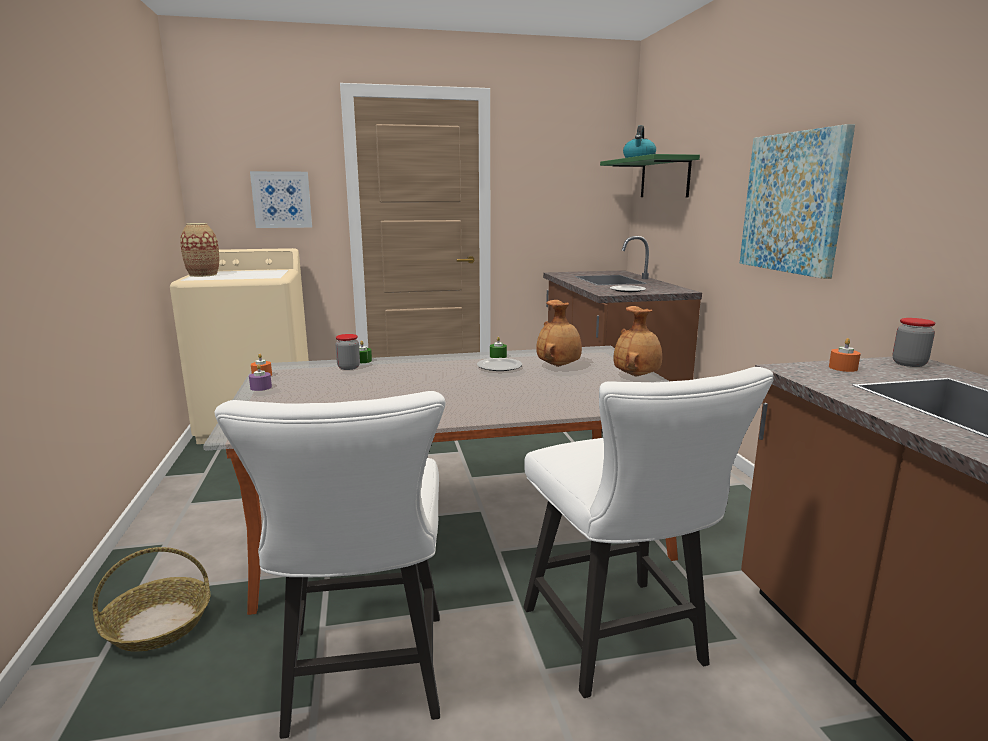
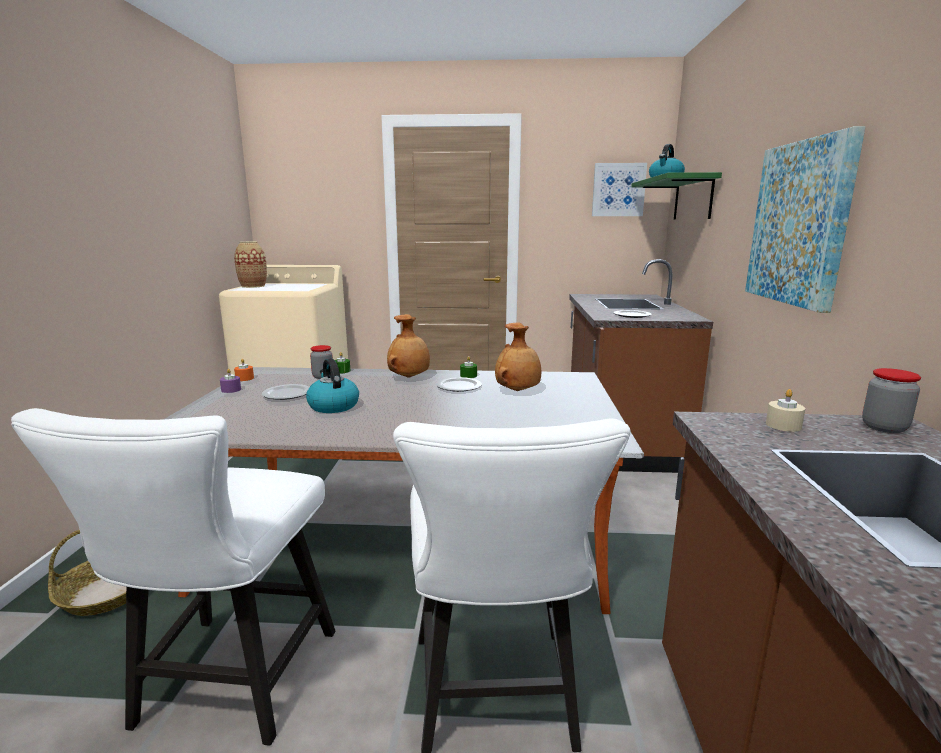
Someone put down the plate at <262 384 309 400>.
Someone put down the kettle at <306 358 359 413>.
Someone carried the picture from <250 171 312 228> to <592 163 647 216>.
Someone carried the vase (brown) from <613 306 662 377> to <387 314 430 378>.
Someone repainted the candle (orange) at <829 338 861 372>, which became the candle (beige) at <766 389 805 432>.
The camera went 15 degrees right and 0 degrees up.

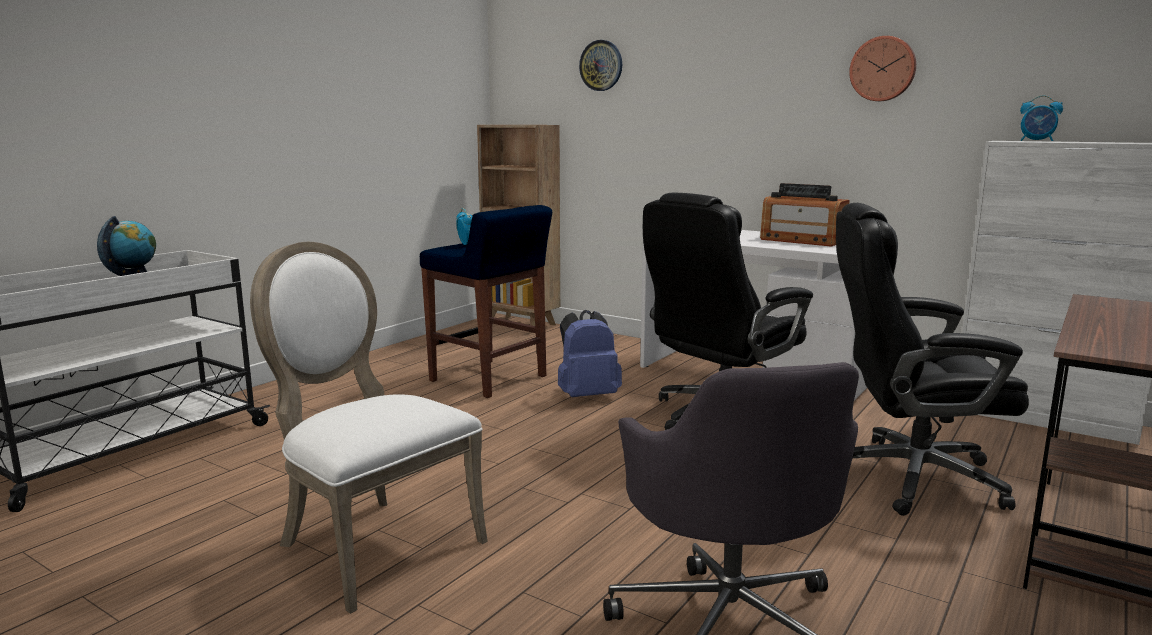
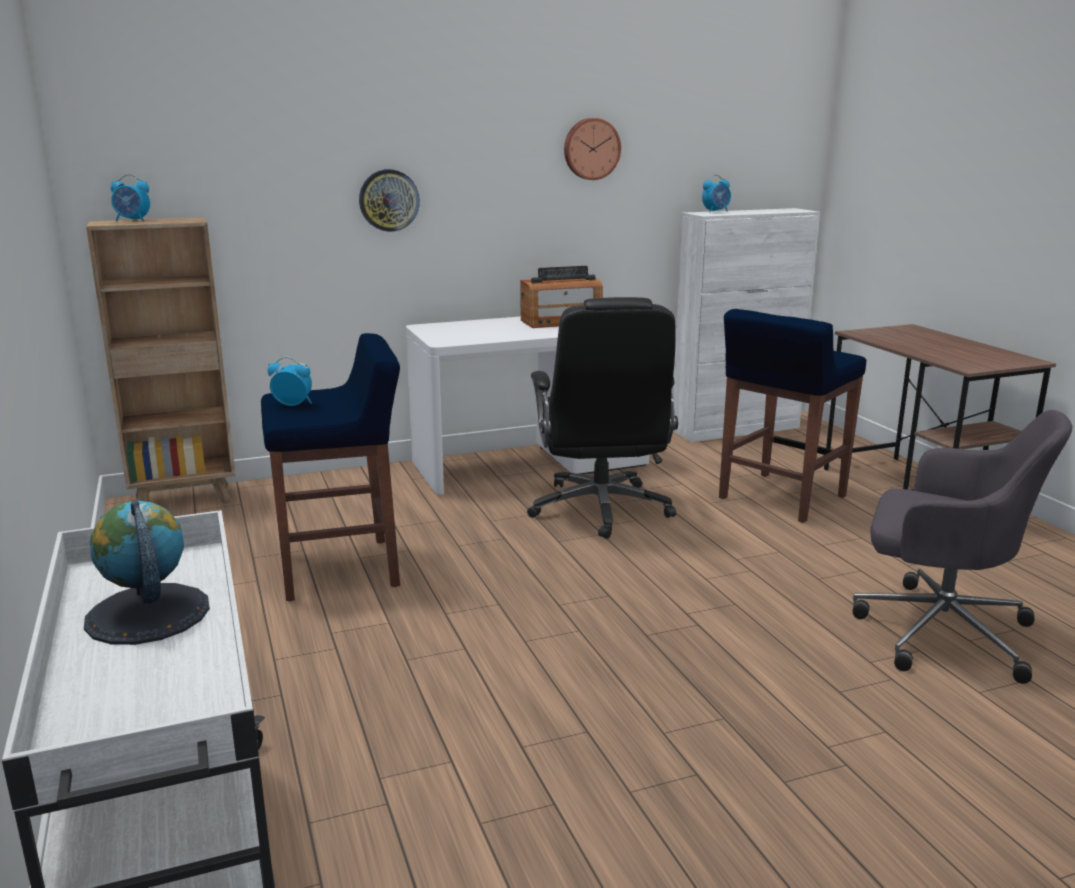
Someone took away the chair (white) at <250 242 488 614>.
Someone took away the backpack (blue) at <558 310 622 397>.
Someone put down the alarm clock at <111 174 150 221>.
Someone carried the wall clock from <579 40 622 91> to <359 169 420 232>.
Someone swapped the office chair (black) at <836 203 1029 516> for the stool (blue) at <719 309 866 523>.
The camera went 55 degrees left and 5 degrees up.

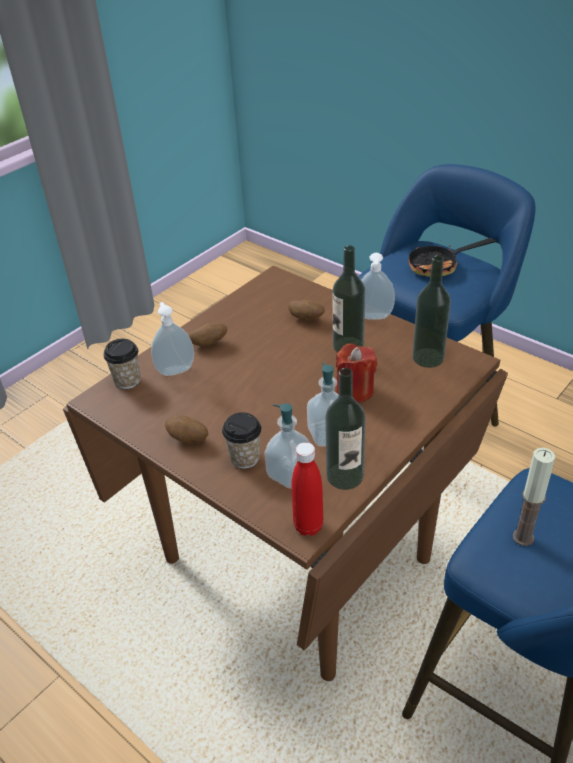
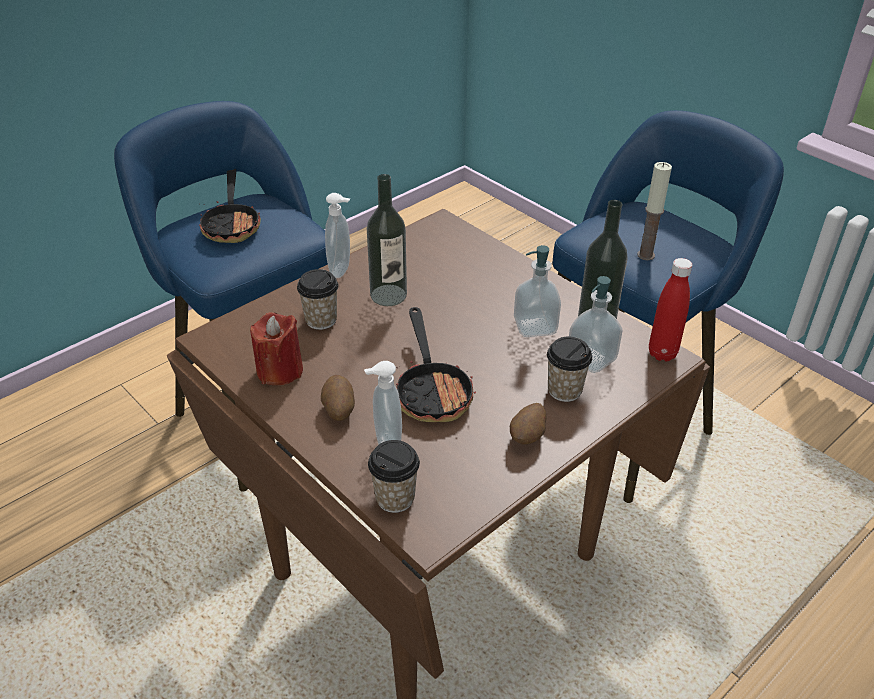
Someone took away the bottle at <412 255 451 368>.
Someone put down the frying pan at <396 307 476 422>.
Someone carried the candle (red) from <336 343 377 403> to <250 312 303 385>.
Someone swapped the potato at <288 300 325 320> for the cup at <297 269 338 330>.
The camera went 85 degrees left and 0 degrees up.

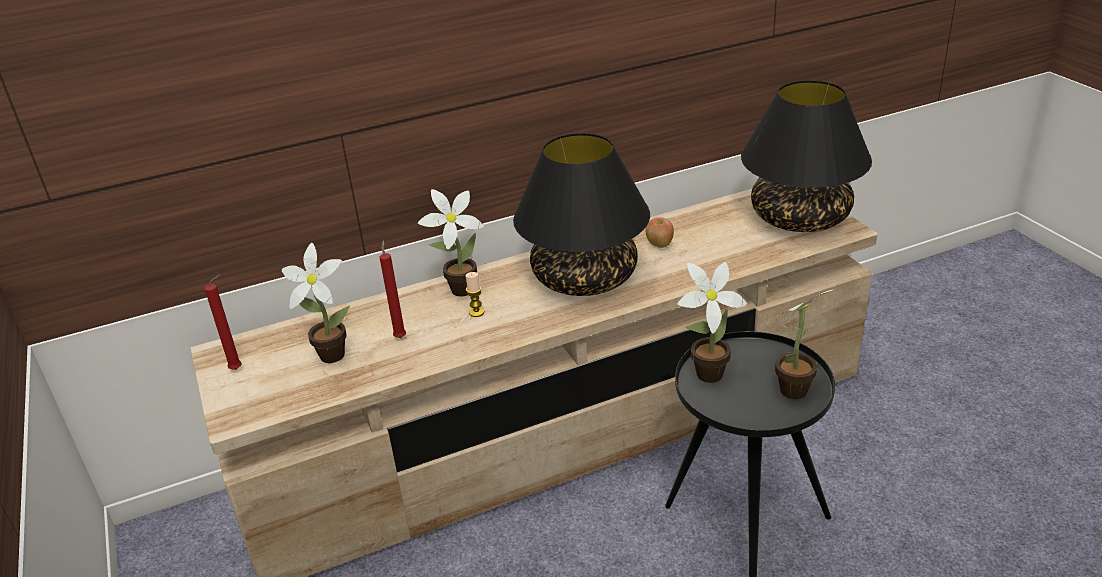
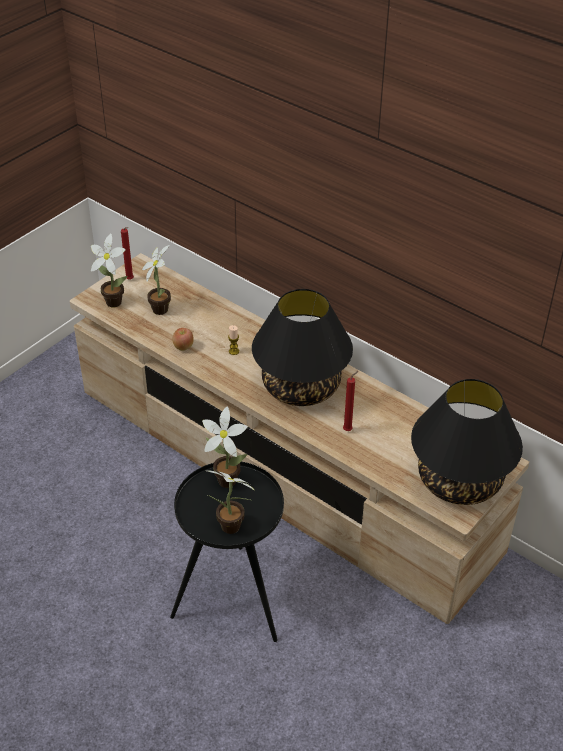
Someone carried the candle (red) from <379 240 406 338> to <343 371 358 431>.
Someone carried the potted plant from <418 189 484 297> to <91 234 128 307>.
Someone carried the apple from <646 217 674 248> to <173 328 194 351>.
The camera went 60 degrees right and 10 degrees up.

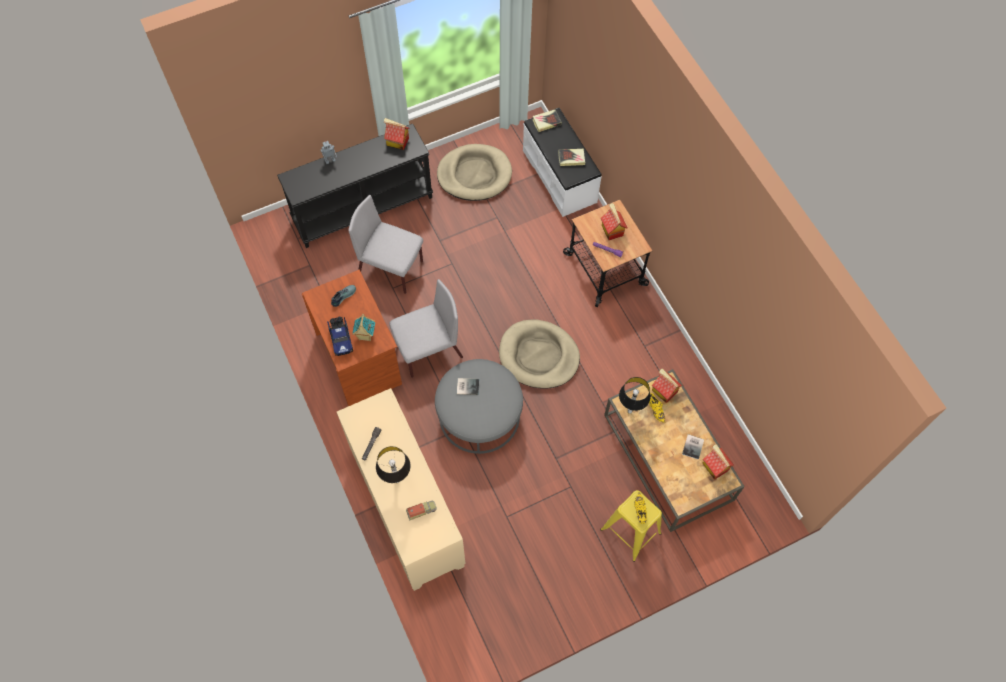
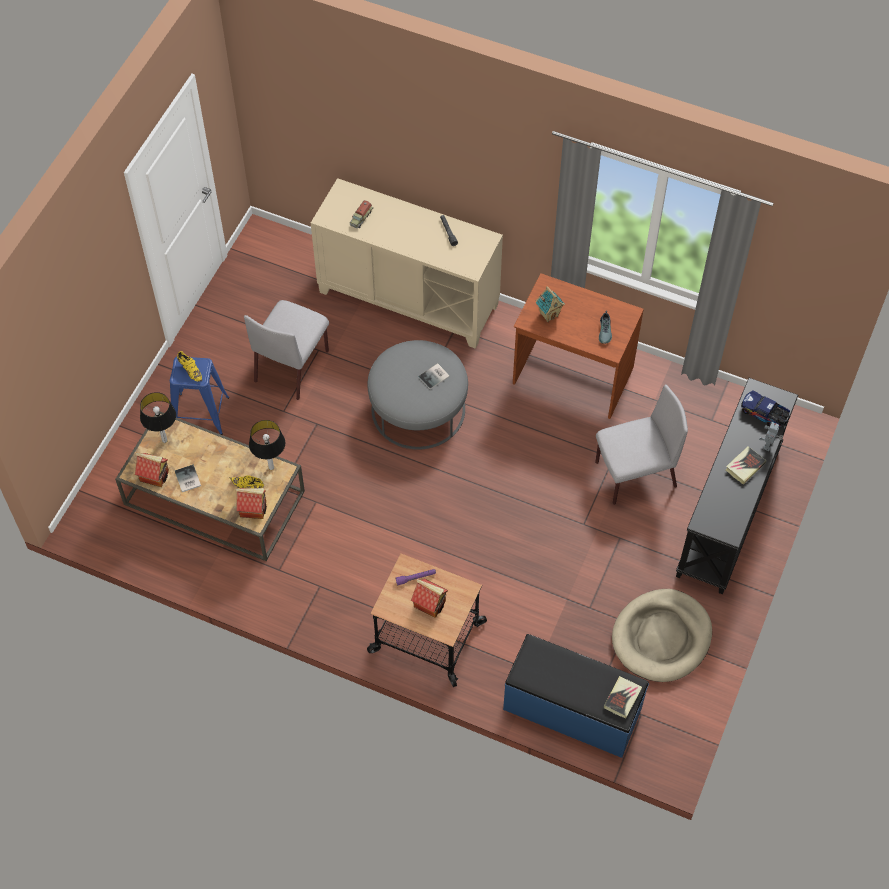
Someone took away the toy house at <384 118 409 150>.
Someone took away the dog bed (beige) at <499 319 580 389>.
Someone carried the toy truck from <327 317 353 356> to <741 390 790 427>.
Someone carried the table lamp from <376 446 411 483> to <140 392 176 443>.
Someone carried the chair (grey) from <389 279 463 378> to <244 300 329 400>.
Someone carried the book from <558 149 585 166> to <726 446 766 485>.
Someone repainted the bench (white) at <523 108 602 217>, which became the bench (blue) at <503 634 649 758>.
Someone repainted the stool (yellow) at <600 490 662 562>, which became the stool (blue) at <170 357 229 435>.
The camera went 140 degrees right and 5 degrees down.

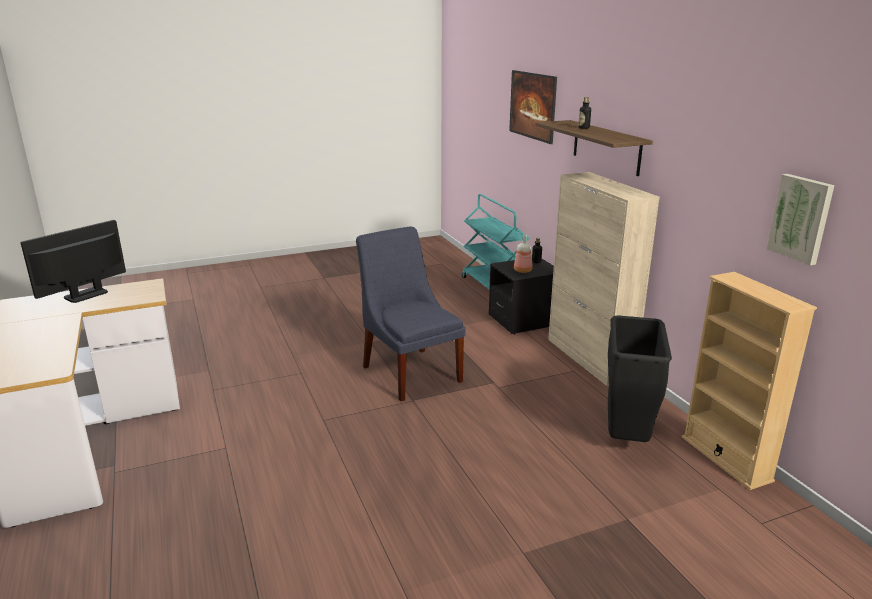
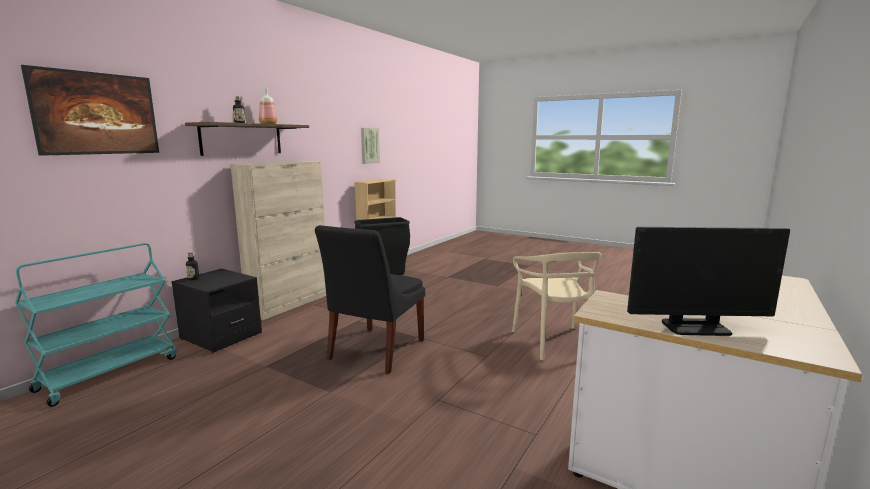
Someone put down the chair (beige) at <512 252 601 360>.
Someone carried the bottle from <514 234 533 273> to <259 87 277 124>.
Someone repainted the chair (blue) at <356 226 465 401>, which became the chair (black) at <315 225 425 374>.
The camera went 125 degrees left and 10 degrees down.

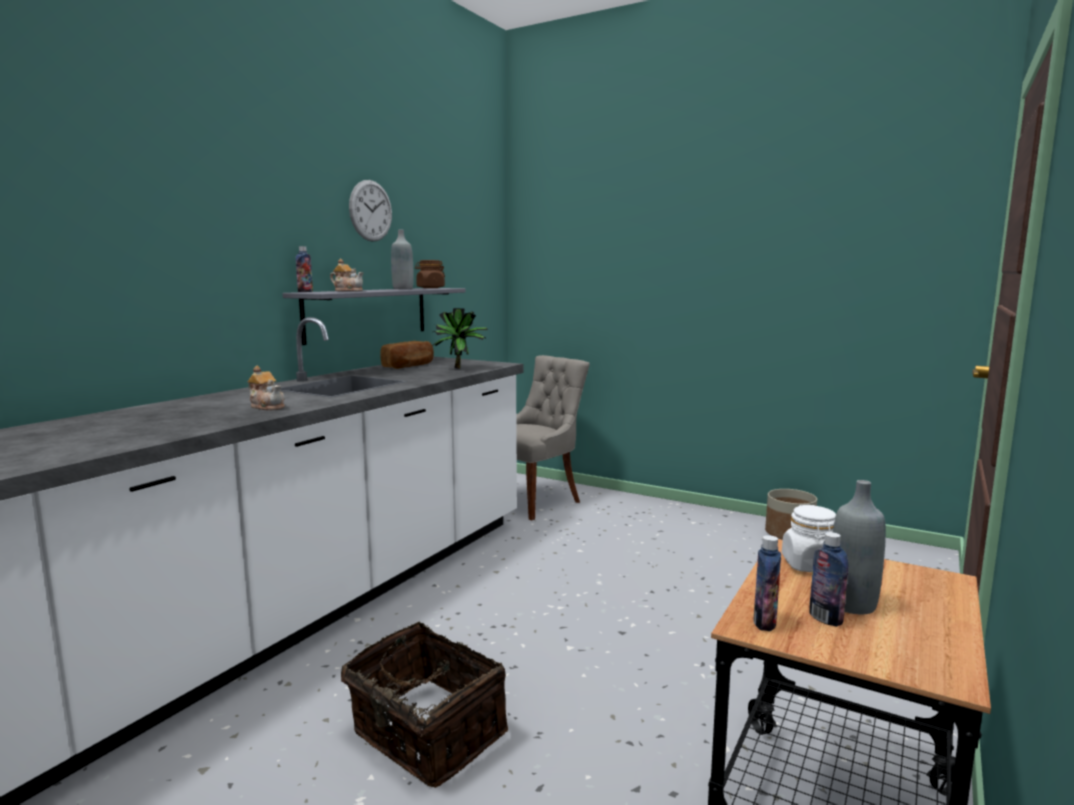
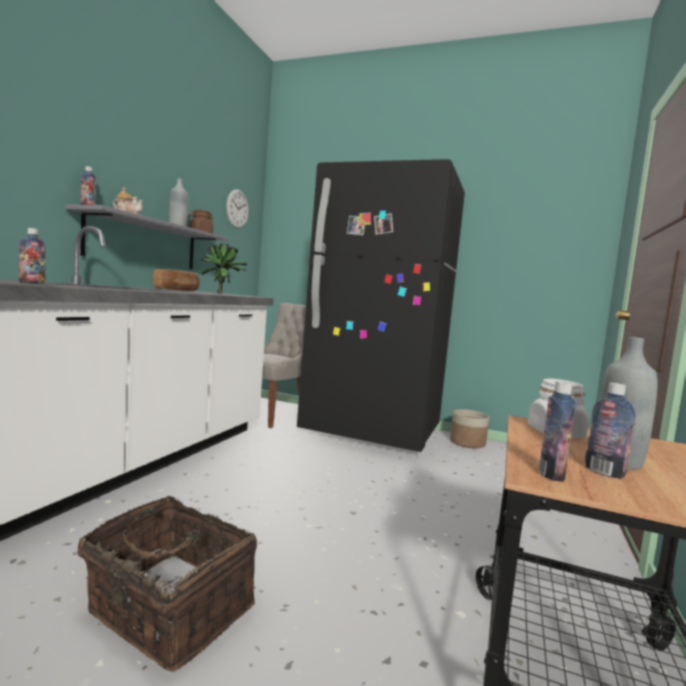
Someone put down the fridge (black) at <297 159 465 452>.
Someone carried the wall clock from <349 180 392 242> to <226 189 249 229>.
Someone swapped the teapot at <247 366 285 410> for the bottle at <18 228 46 284>.
The camera went 10 degrees left and 5 degrees down.

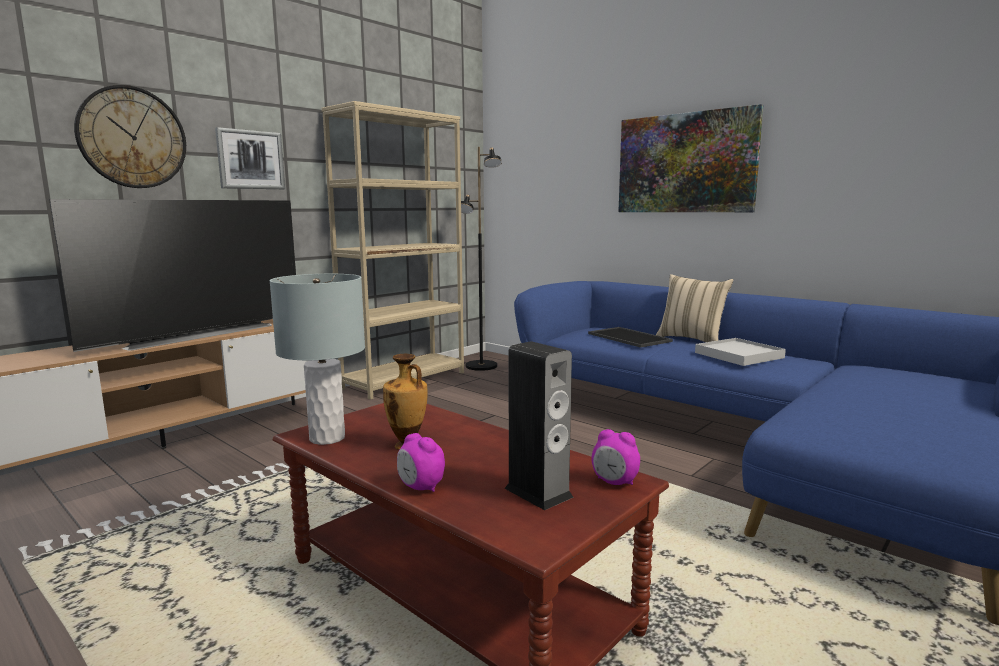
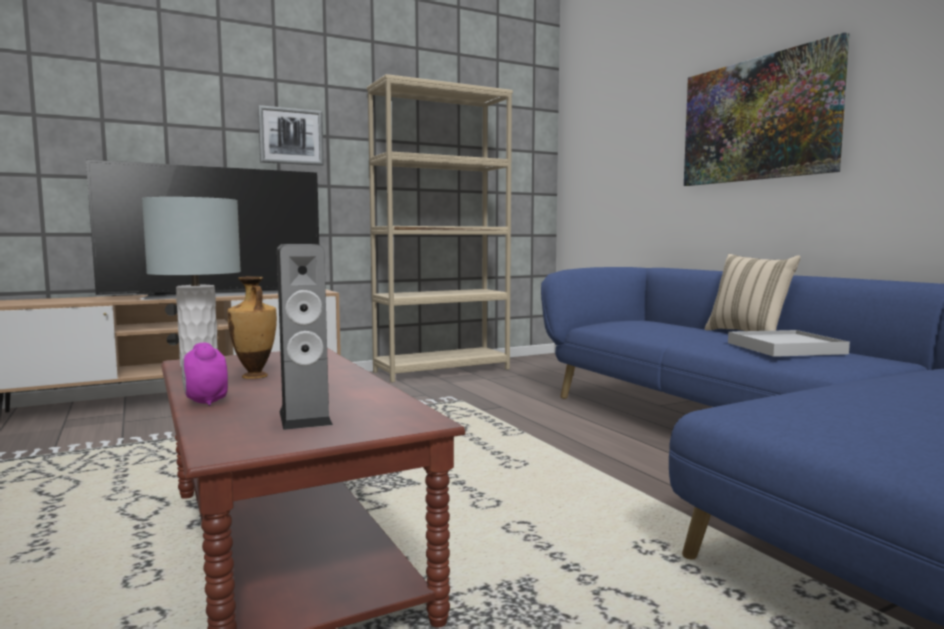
Someone took away the wall clock at <74 85 186 188>.
Someone took away the floor lamp (black) at <461 147 502 371>.
Someone took away the tray at <588 327 673 348>.
Someone took away the alarm clock at <591 429 640 485>.
The camera went 20 degrees right and 5 degrees down.

